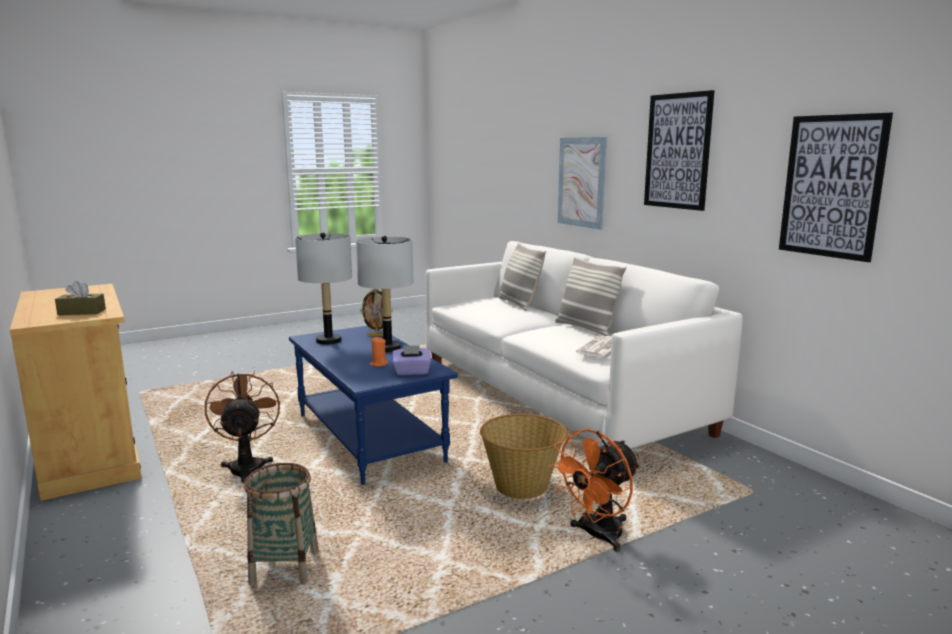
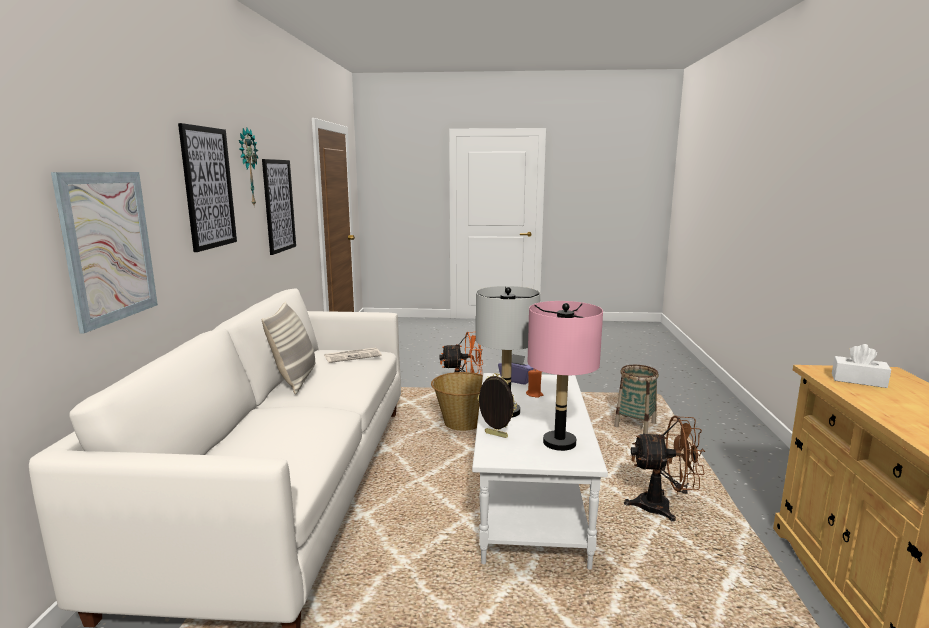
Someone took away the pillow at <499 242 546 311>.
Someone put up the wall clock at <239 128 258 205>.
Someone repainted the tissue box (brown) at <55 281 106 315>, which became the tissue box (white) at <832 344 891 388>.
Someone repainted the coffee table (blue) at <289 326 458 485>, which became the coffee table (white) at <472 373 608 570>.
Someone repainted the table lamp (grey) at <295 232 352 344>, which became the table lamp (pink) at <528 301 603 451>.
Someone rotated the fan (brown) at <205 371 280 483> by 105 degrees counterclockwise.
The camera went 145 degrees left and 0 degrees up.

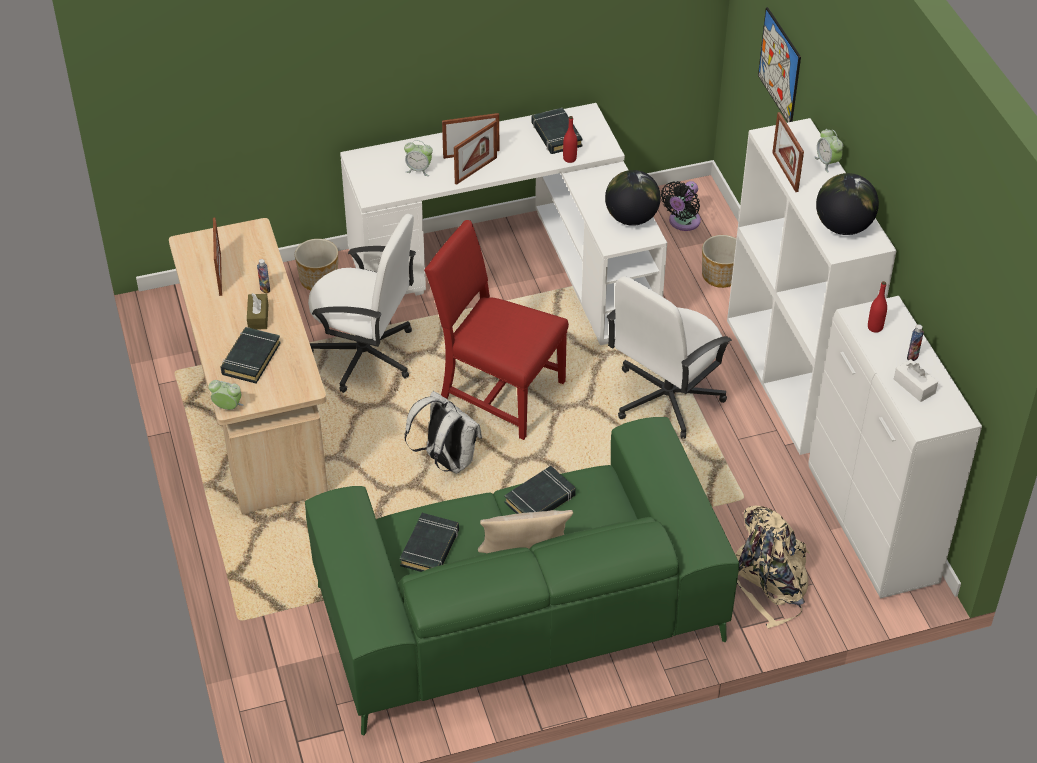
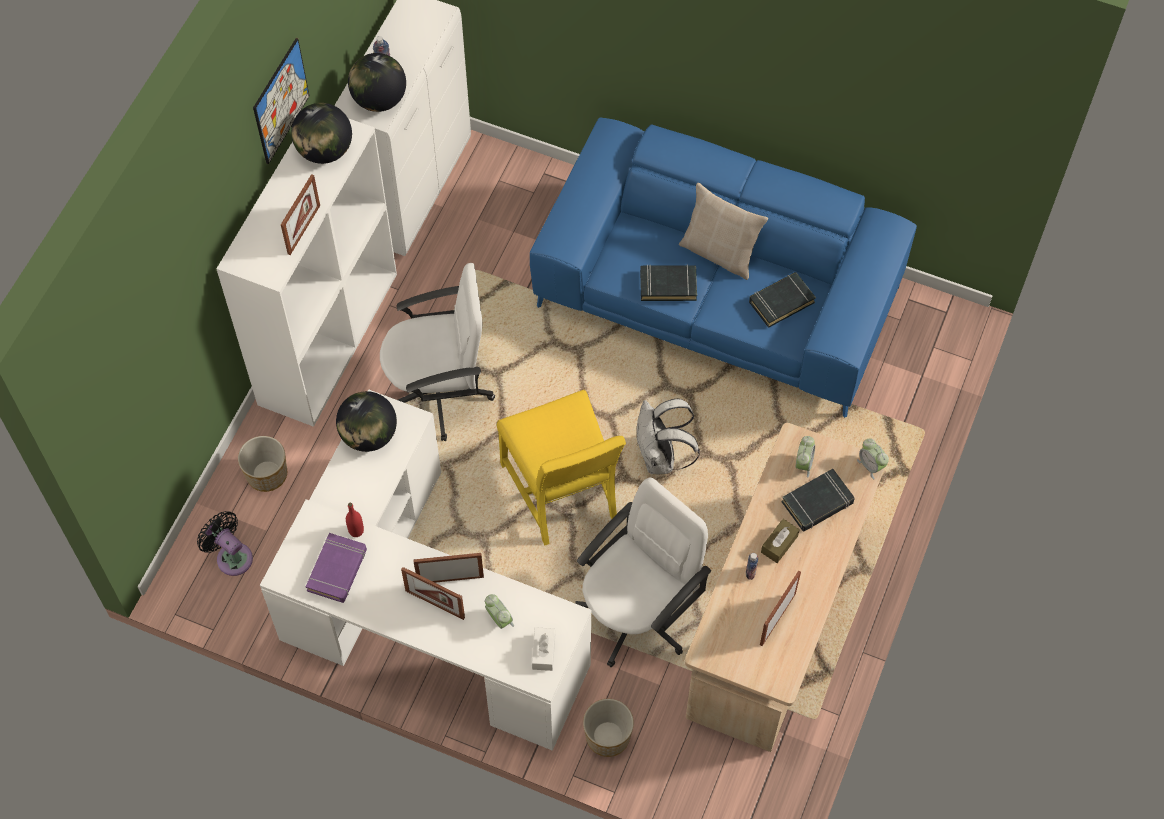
Someone took away the backpack (beige) at <735 505 810 629>.
Someone carried the picture from <758 7 801 122> to <253 38 309 164>.
Someone carried the alarm clock from <815 129 843 173> to <796 436 815 477>.
Someone carried the tissue box (white) from <894 359 938 402> to <532 627 555 671>.
Someone swapped the bottle (red) at <868 281 887 333> for the globe at <348 53 406 112>.
Someone repainted the sofa (green) at <305 417 739 735>, which became the sofa (blue) at <530 118 917 418>.
Someone repainted the chair (red) at <424 220 569 440>, which became the chair (yellow) at <497 390 626 546>.
Someone repainted the book (black) at <532 108 583 154>, which became the book (purple) at <306 533 367 603>.
Someone rotated the office chair (white) at <308 214 416 393> by 75 degrees clockwise.
Someone rotated the fan (black) at <661 181 701 231> by 120 degrees counterclockwise.
The camera went 140 degrees left and 15 degrees up.

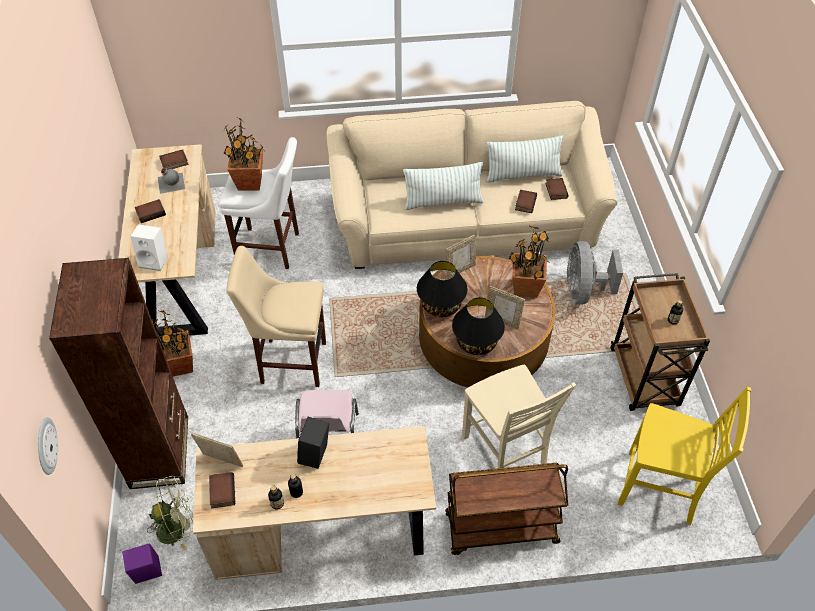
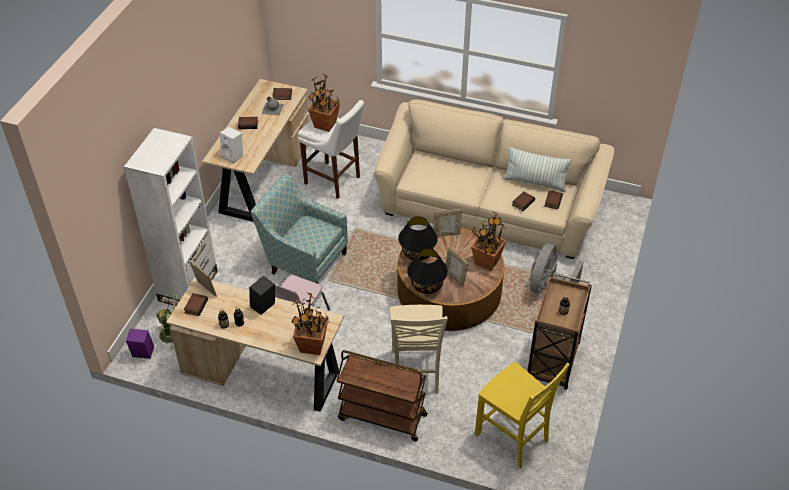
Someone took away the wall clock at <38 417 58 475>.
Someone took away the pillow at <403 162 483 210>.
Someone carried the potted plant from <152 311 193 377> to <291 293 329 355>.
Someone swapped the stool (beige) at <226 246 326 387> for the armchair at <250 173 348 284>.
Someone repainted the bookcase (brown) at <49 258 188 489>, which became the bookcase (white) at <124 128 218 306>.
The camera went 25 degrees right and 5 degrees down.

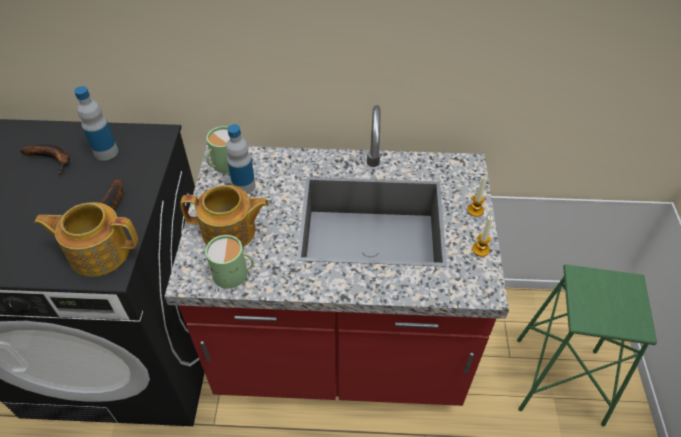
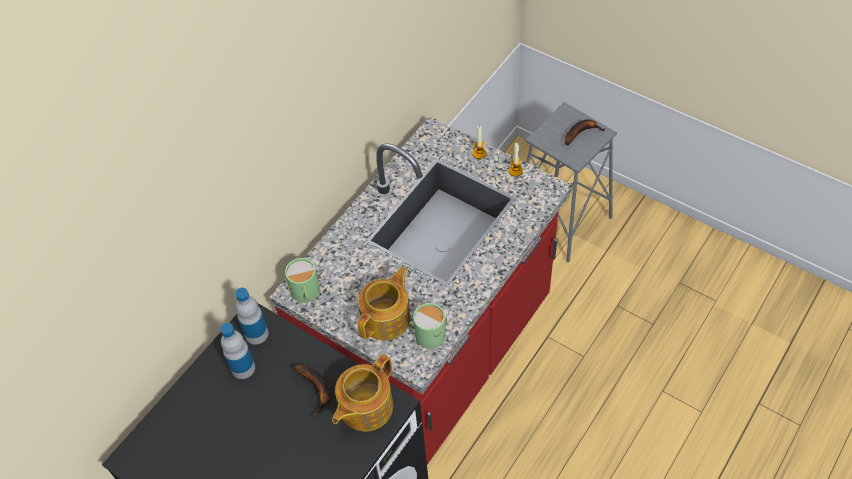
Someone carried the banana from <20 144 70 175> to <565 119 605 146>.
Someone carried the bottle from <226 124 256 194> to <235 288 269 345>.
Someone repainted the stool (green) at <517 264 657 427>, which became the stool (grey) at <525 102 617 262>.
The camera went 55 degrees left and 5 degrees up.

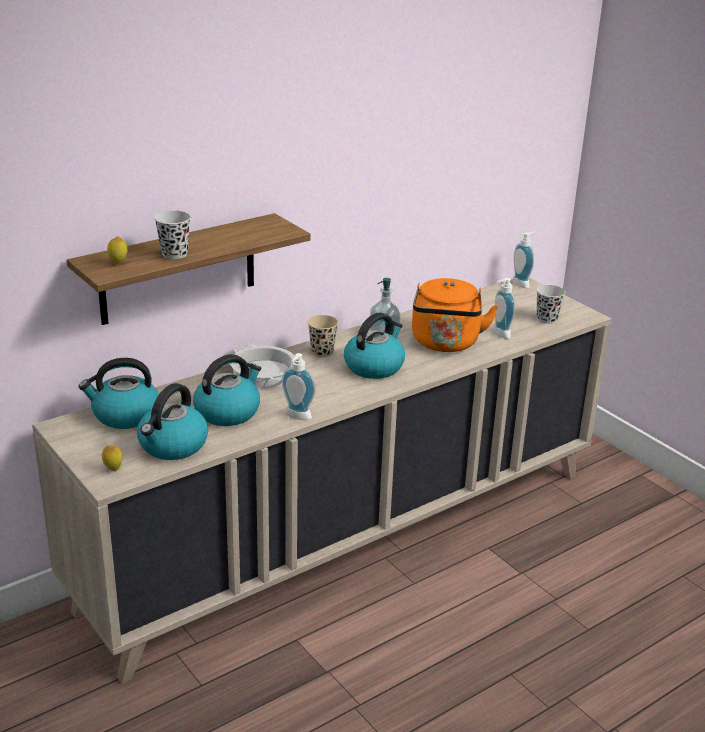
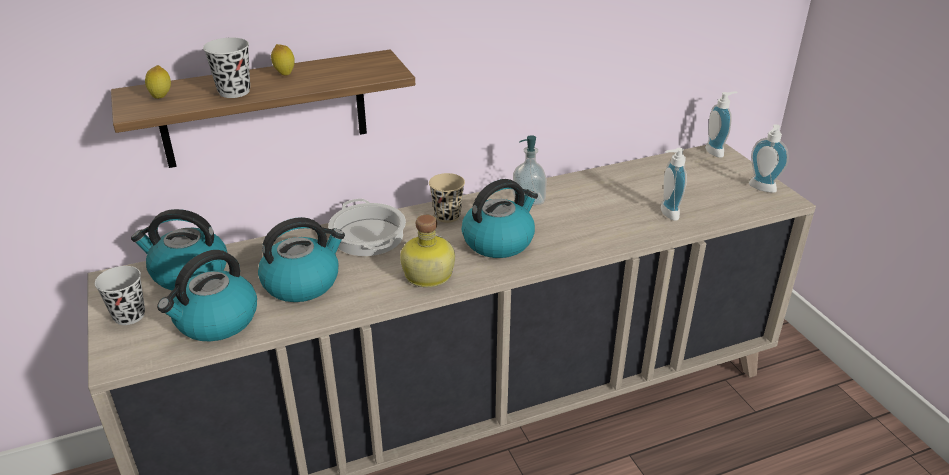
Someone took away the kettle (orange) at <412 278 498 352>.
Someone put down the bottle at <400 215 455 287>.
Someone carried the lemon from <102 445 123 471> to <271 44 295 76>.
Someone carried the soap dispenser from <282 353 316 420> to <749 124 789 193>.
Someone carried the cup (black) from <536 285 565 324> to <95 266 145 325>.
The camera went 15 degrees right and 5 degrees up.

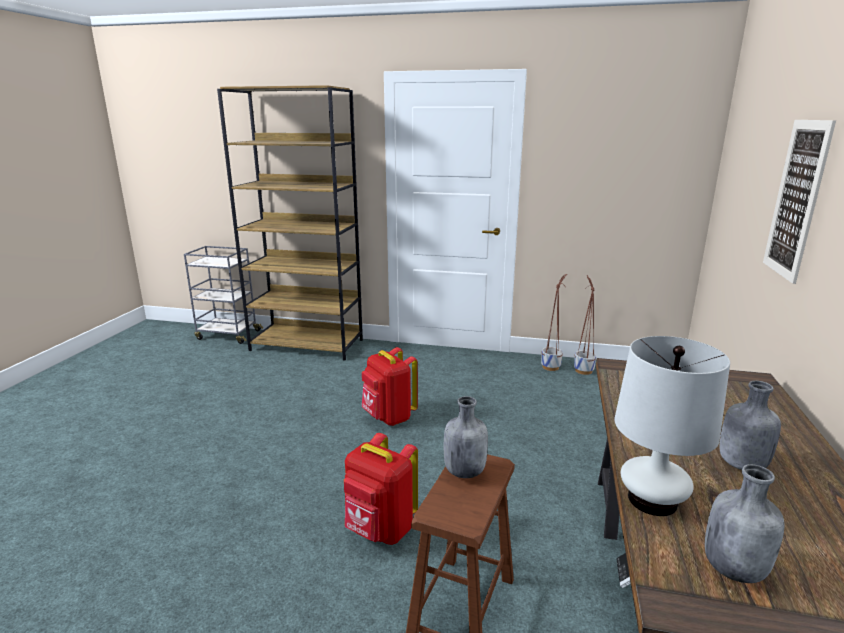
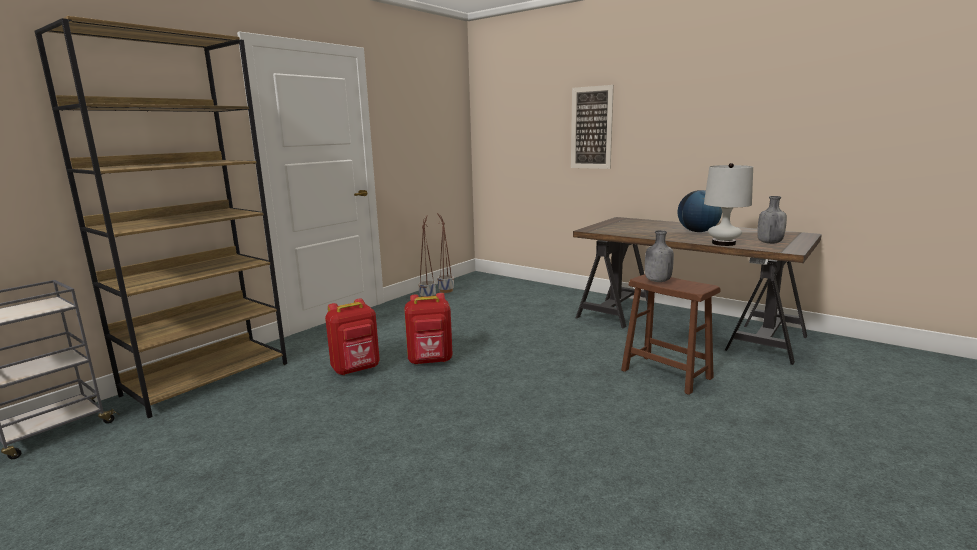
Someone carried the backpack (red) from <344 433 418 545> to <325 298 380 375>.
Someone swapped the bottle (grey) at <719 381 781 470> for the globe at <678 190 722 232>.
The camera went 65 degrees left and 5 degrees down.

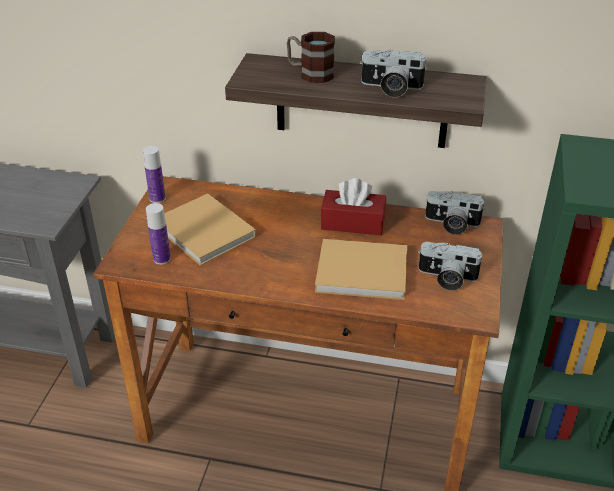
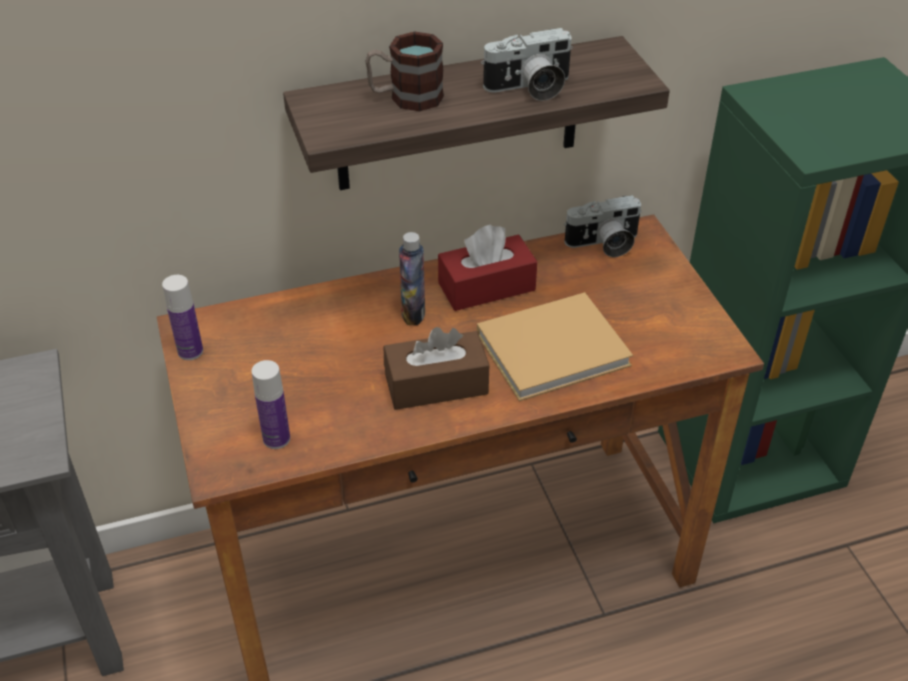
Someone took away the book (beige) at <164 194 256 266>.
Someone took away the photo camera at <418 242 483 291>.
Someone put down the tissue box (brown) at <384 327 489 410>.
Someone put down the bottle at <399 232 425 325>.
The camera went 30 degrees left and 5 degrees up.

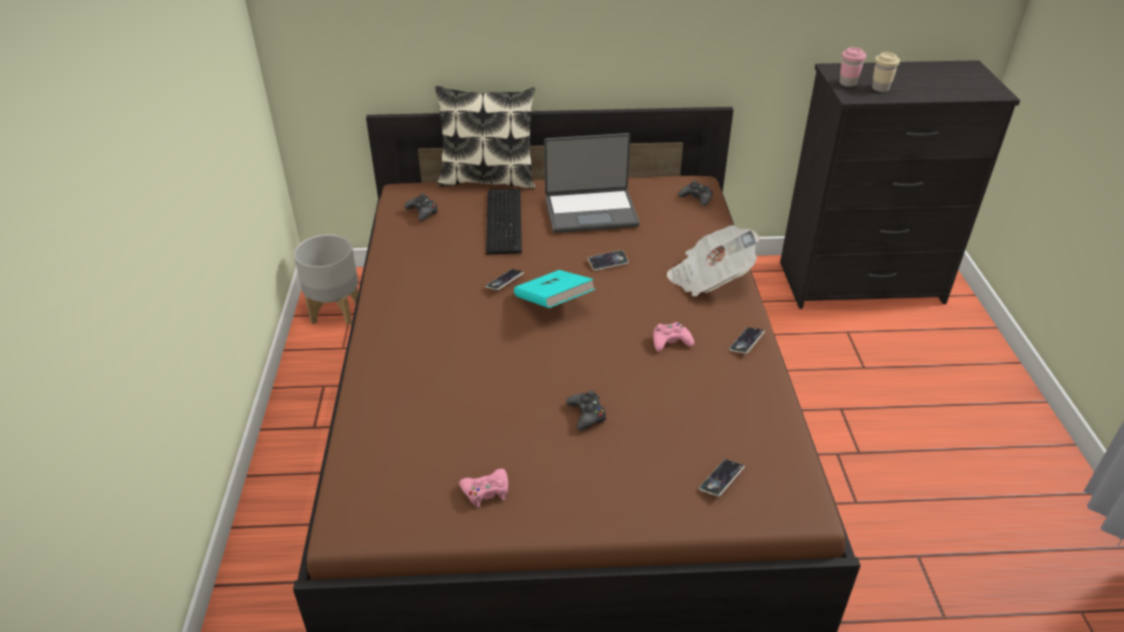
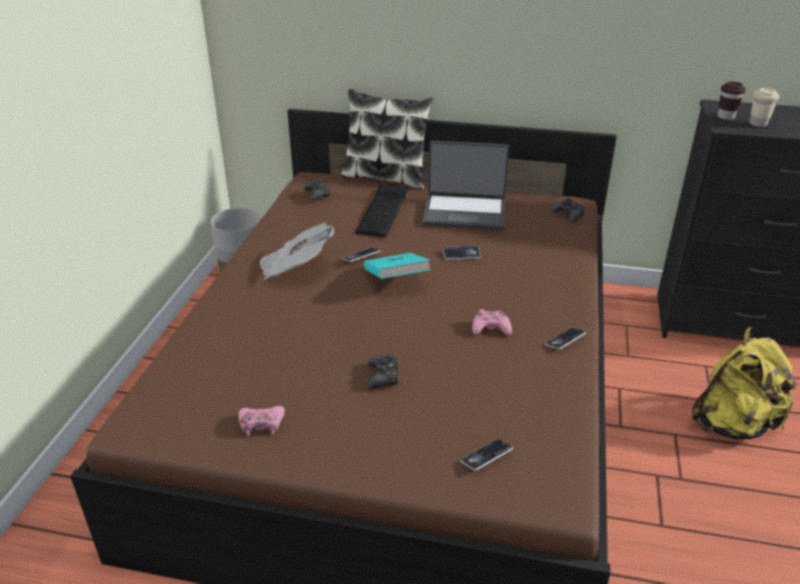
Someone put down the backpack (yellow) at <692 327 799 439>.
Someone carried the newspaper from <667 225 760 297> to <259 222 334 280>.
Someone repainted the cup (pink) at <840 47 866 87>, which became the cup (brown) at <718 81 746 120>.
The camera went 15 degrees right and 5 degrees down.

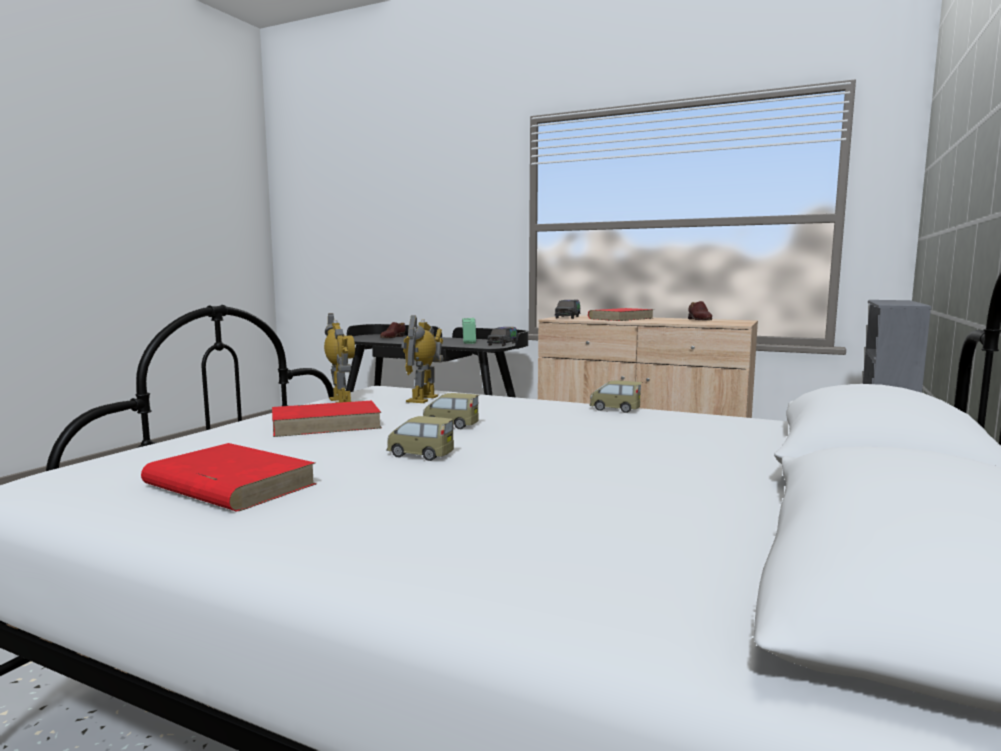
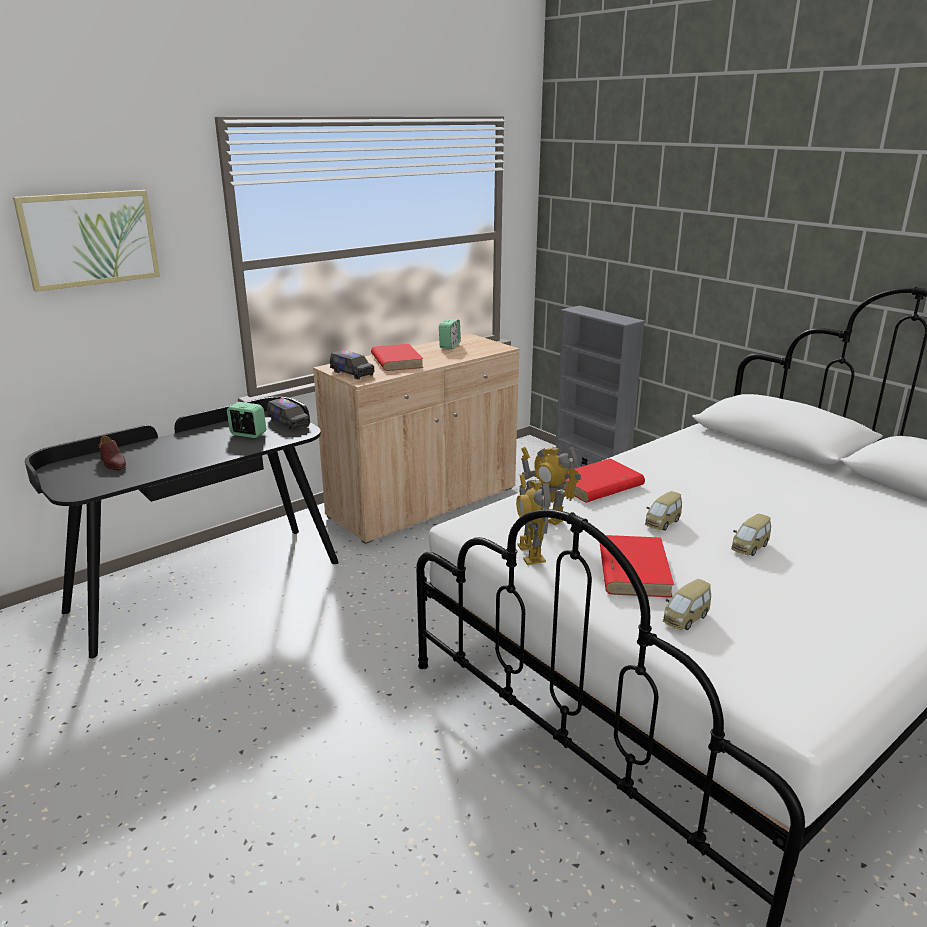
Someone put up the picture at <13 190 160 292>.
Someone carried the book (red) from <141 443 317 512> to <563 459 645 503>.
Someone carried the toy car from <590 380 643 413> to <663 579 711 630>.
Someone swapped the shoe (brown) at <688 301 712 321> for the alarm clock at <439 319 461 349>.
Someone rotated the toy robot at <324 313 355 403> by 105 degrees counterclockwise.
The camera went 65 degrees left and 15 degrees up.

